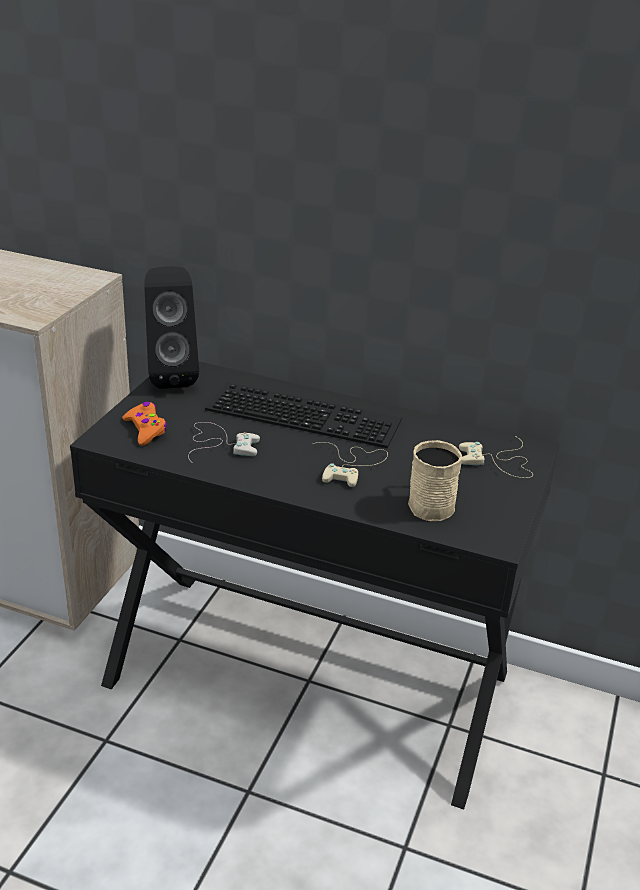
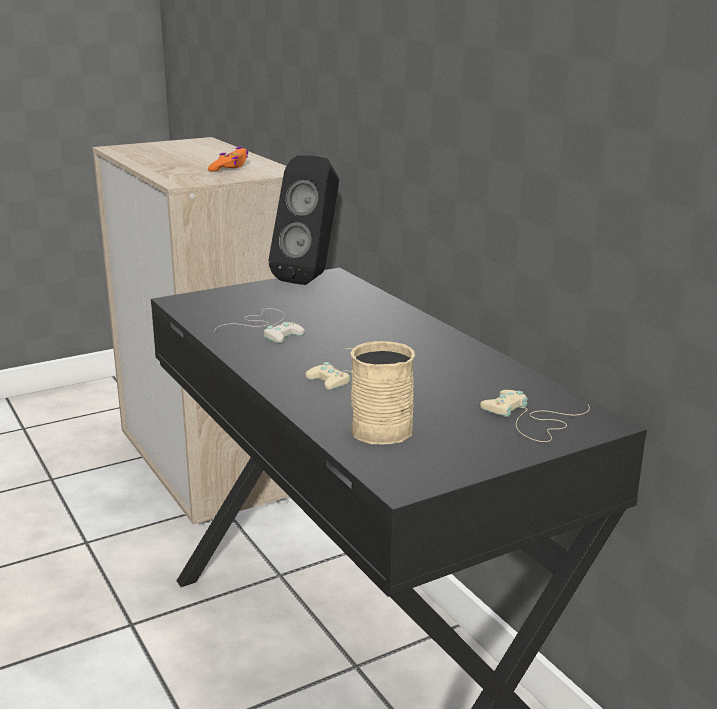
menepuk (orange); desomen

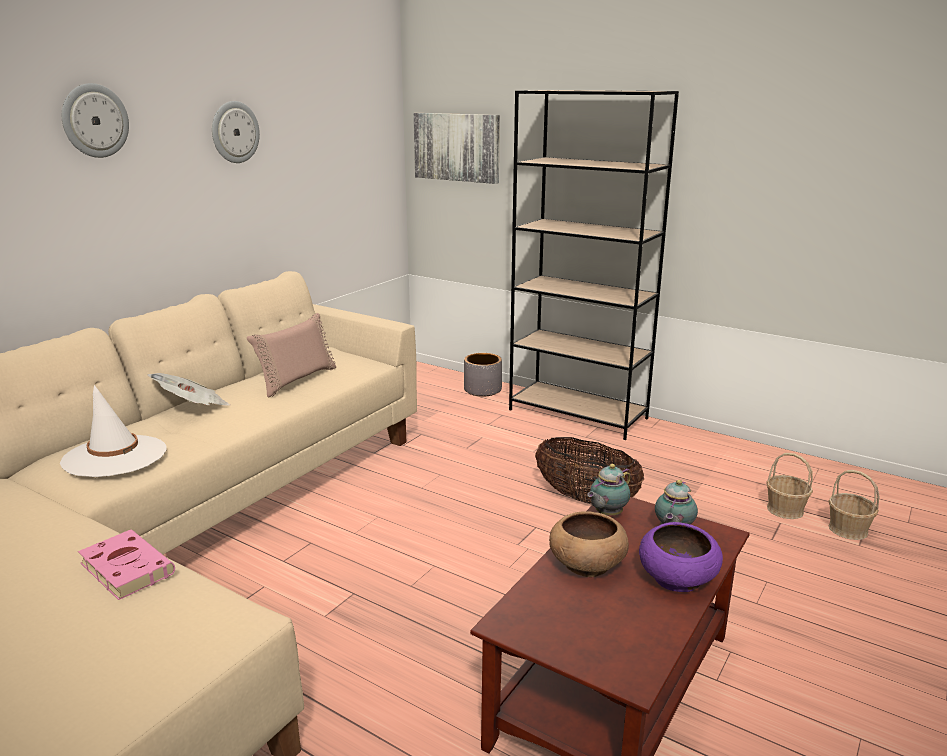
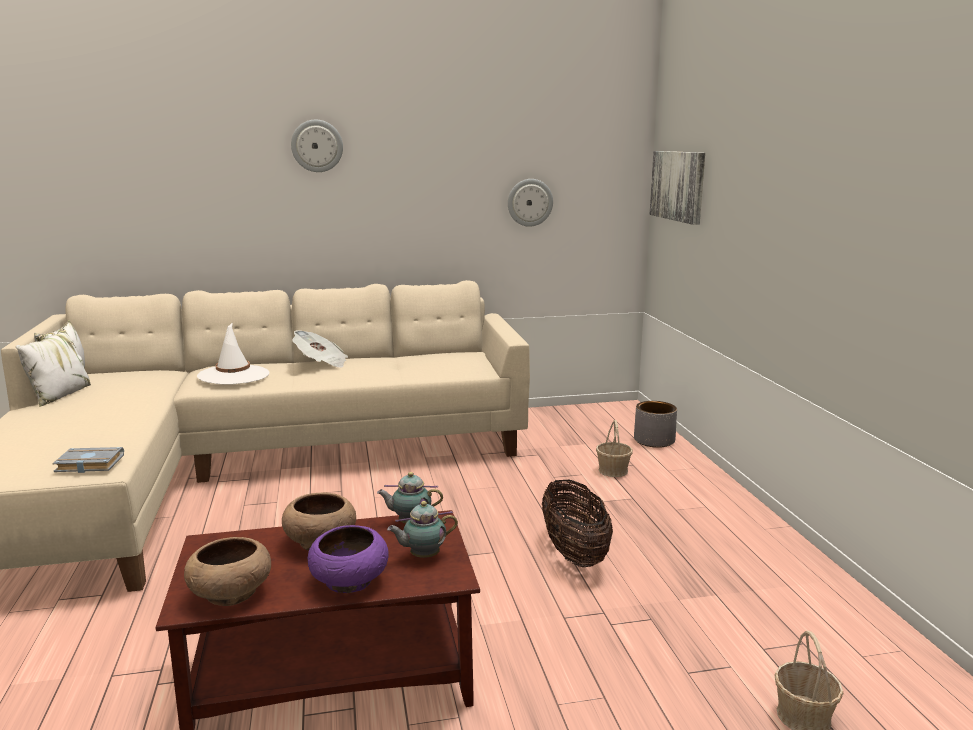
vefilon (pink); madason (2nd from left); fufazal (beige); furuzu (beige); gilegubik (2nd from left); vefilon (grey); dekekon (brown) (1st from left)

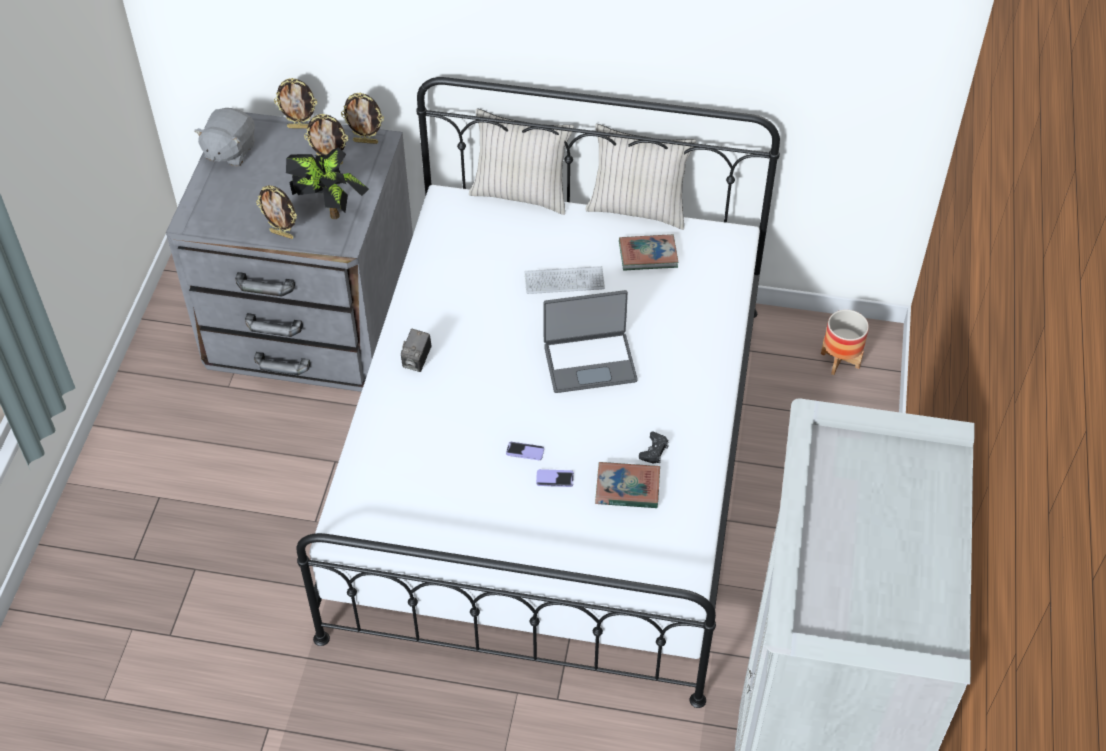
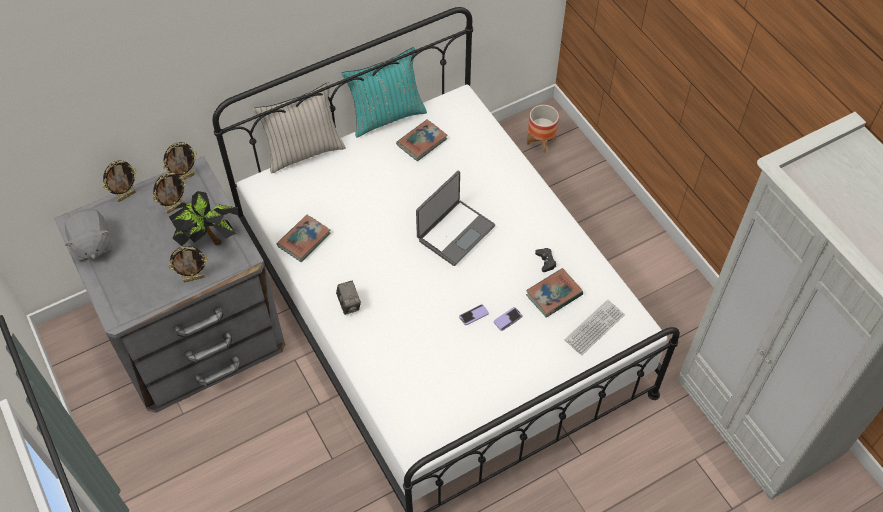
desomen; fufazal (turquoise); vefilon (1st from left)

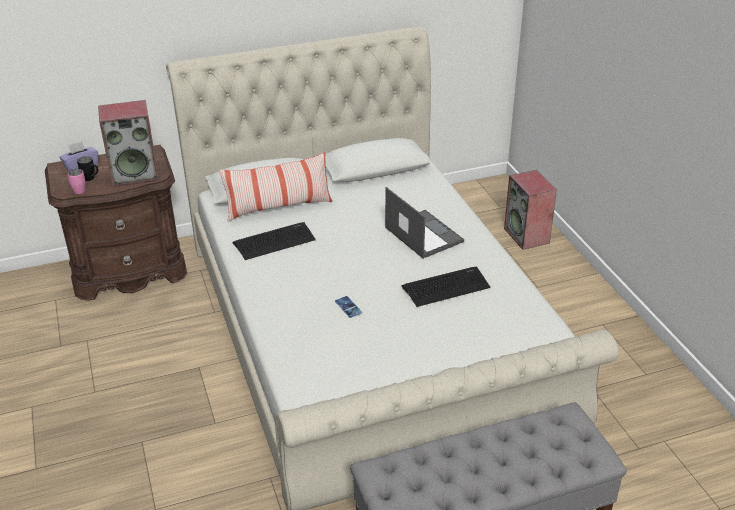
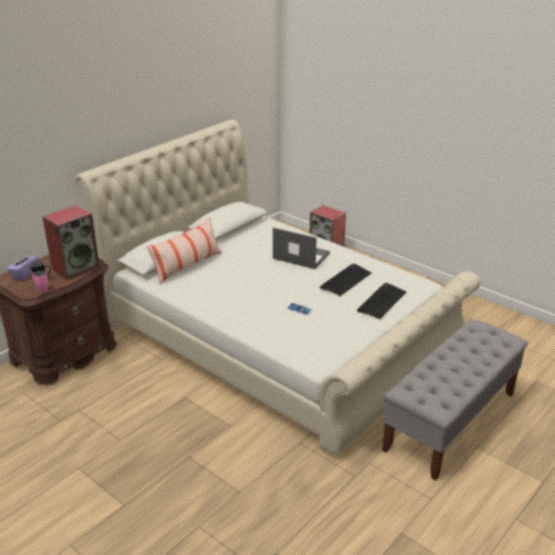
desomen (2nd from left)

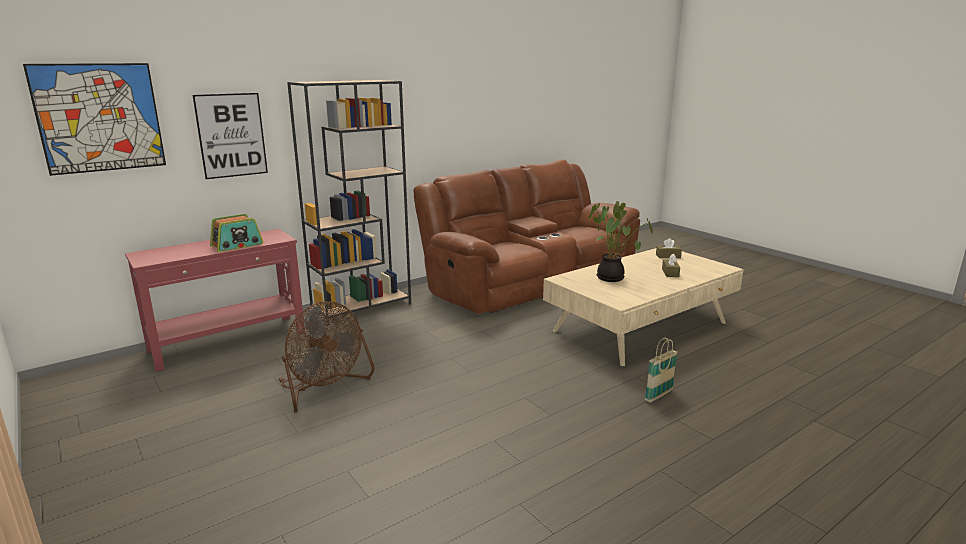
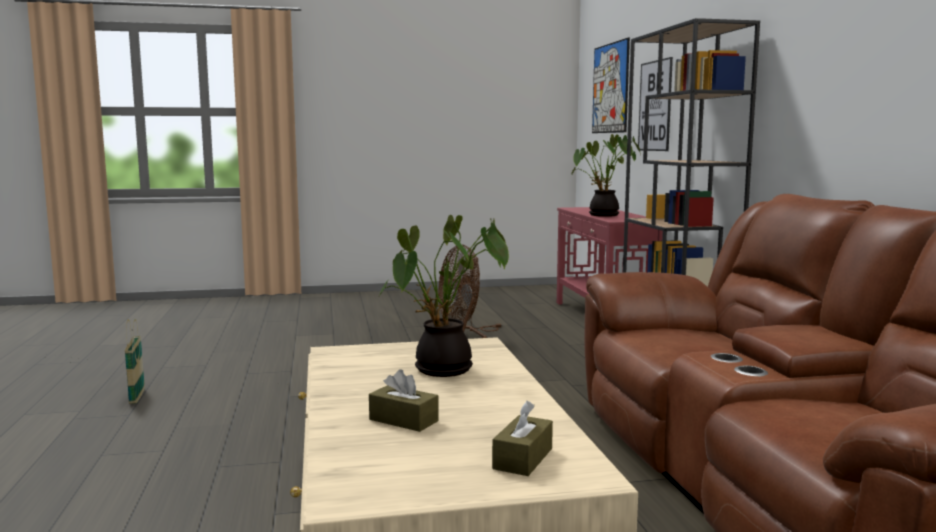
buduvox (2nd from left); gilegubik

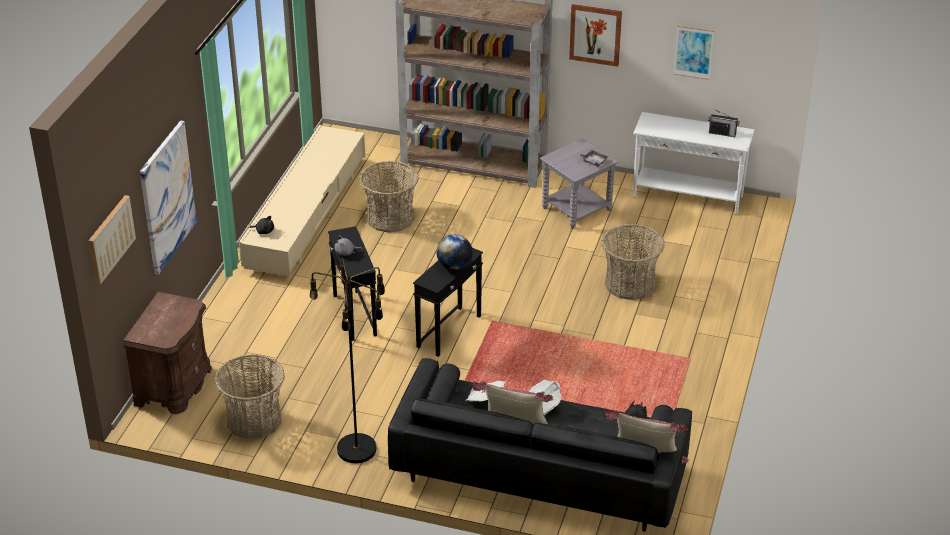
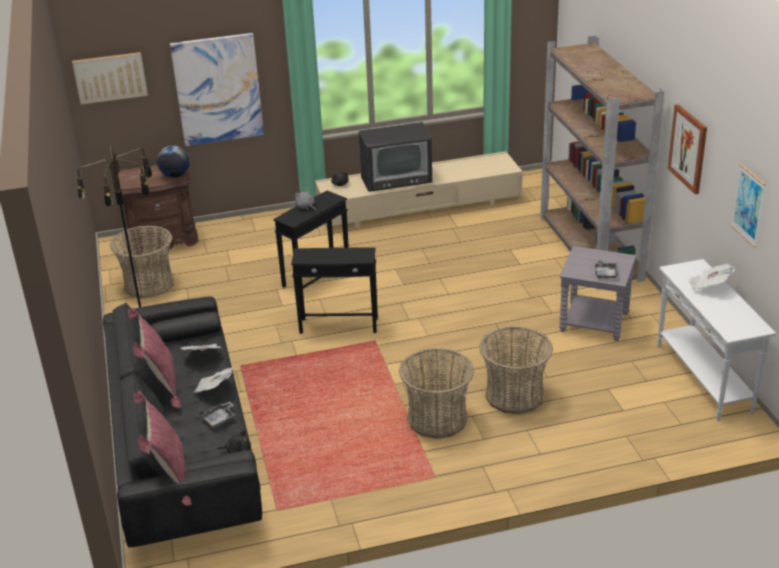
gilegubik (2nd from left); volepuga; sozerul; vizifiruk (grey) (1st from left); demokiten; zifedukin (3rd from left)

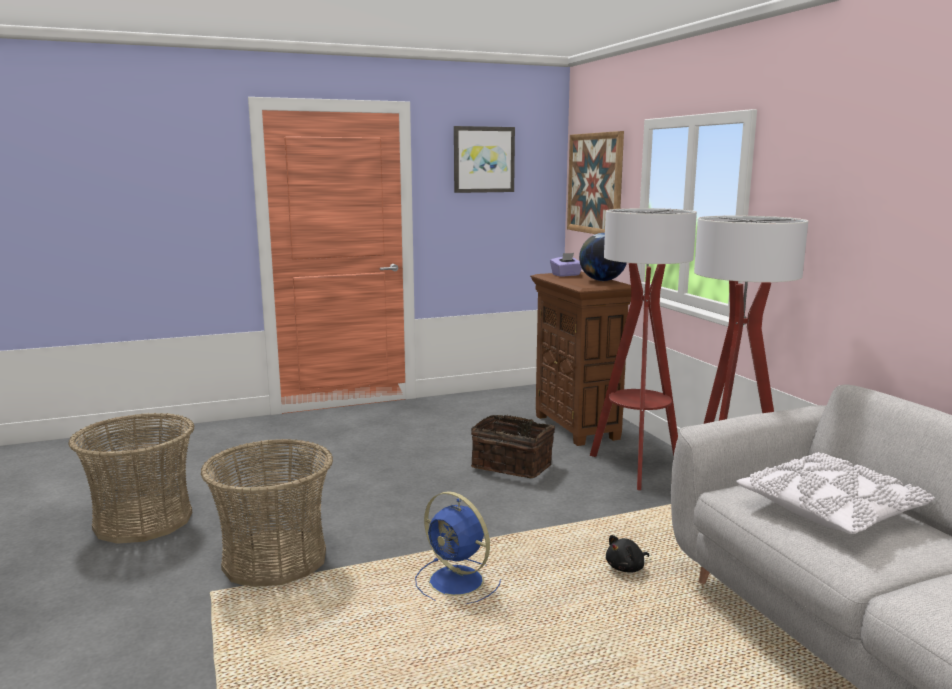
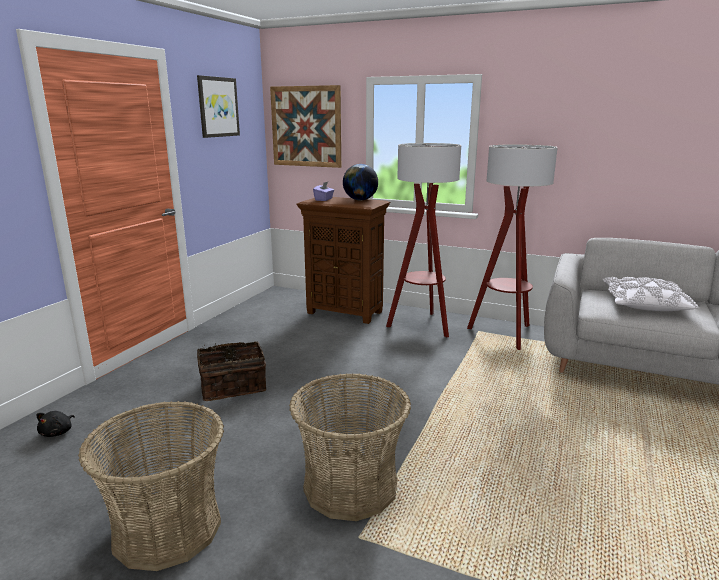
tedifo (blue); gilegubik (2nd from left); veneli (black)

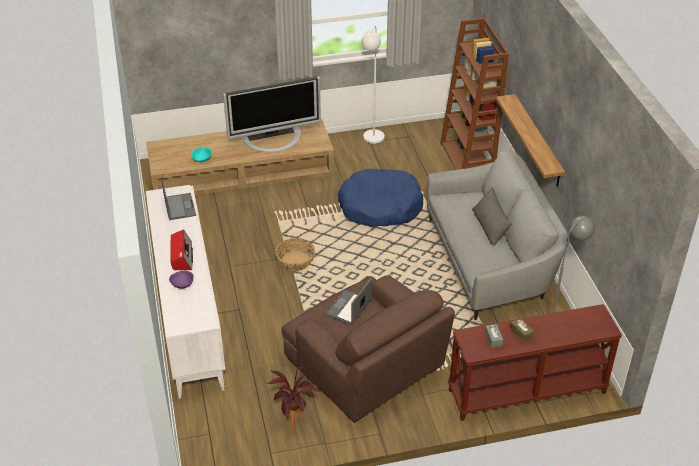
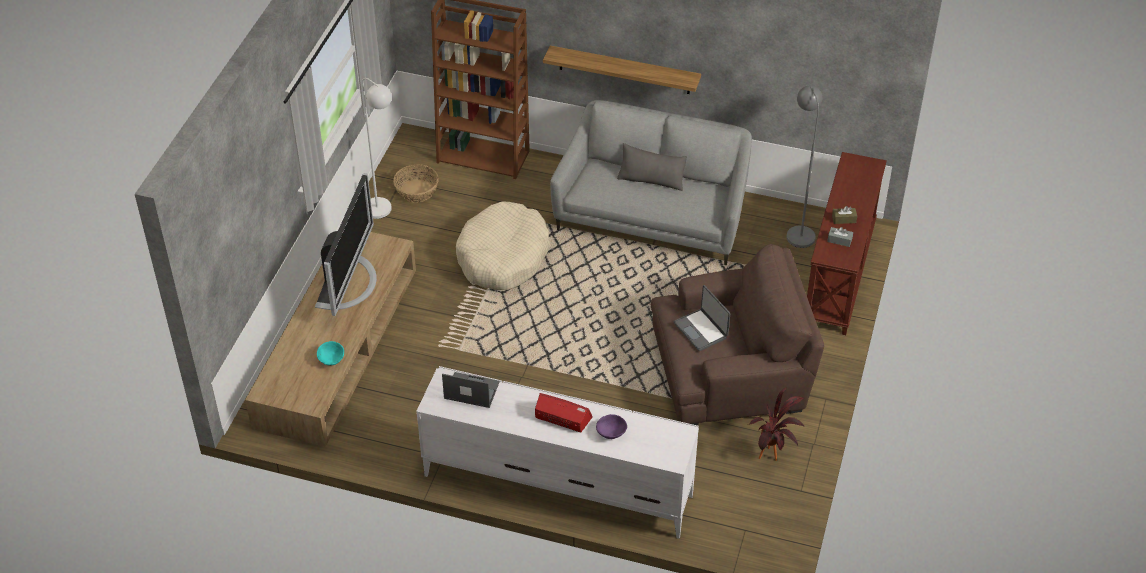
gilegubik; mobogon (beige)

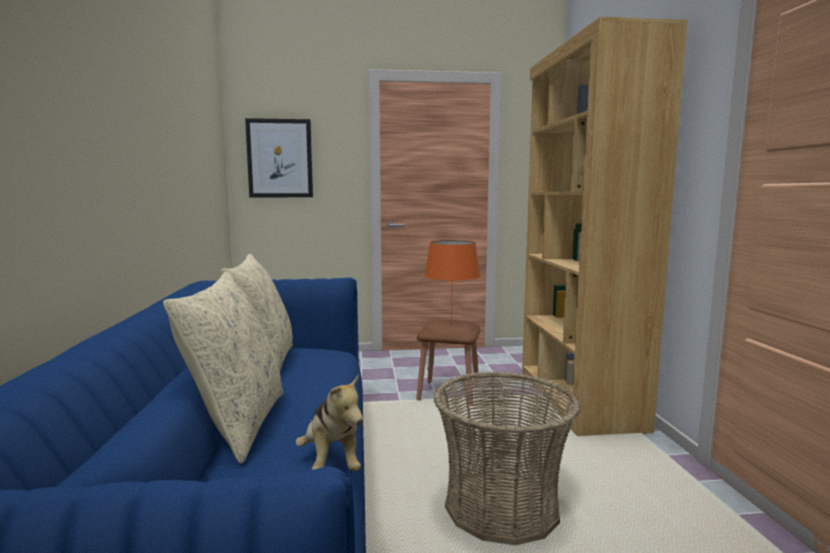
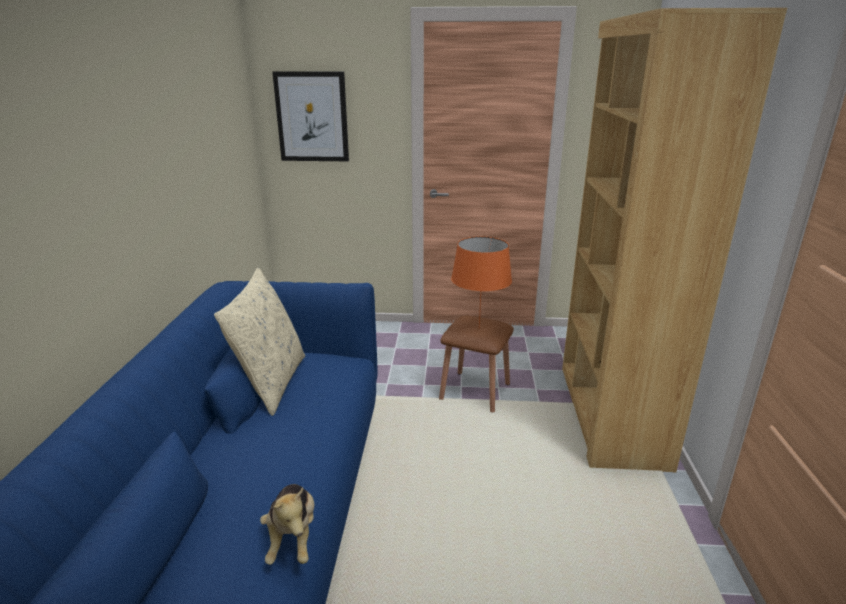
fufazal (beige) (1st from left in the first image); gilegubik

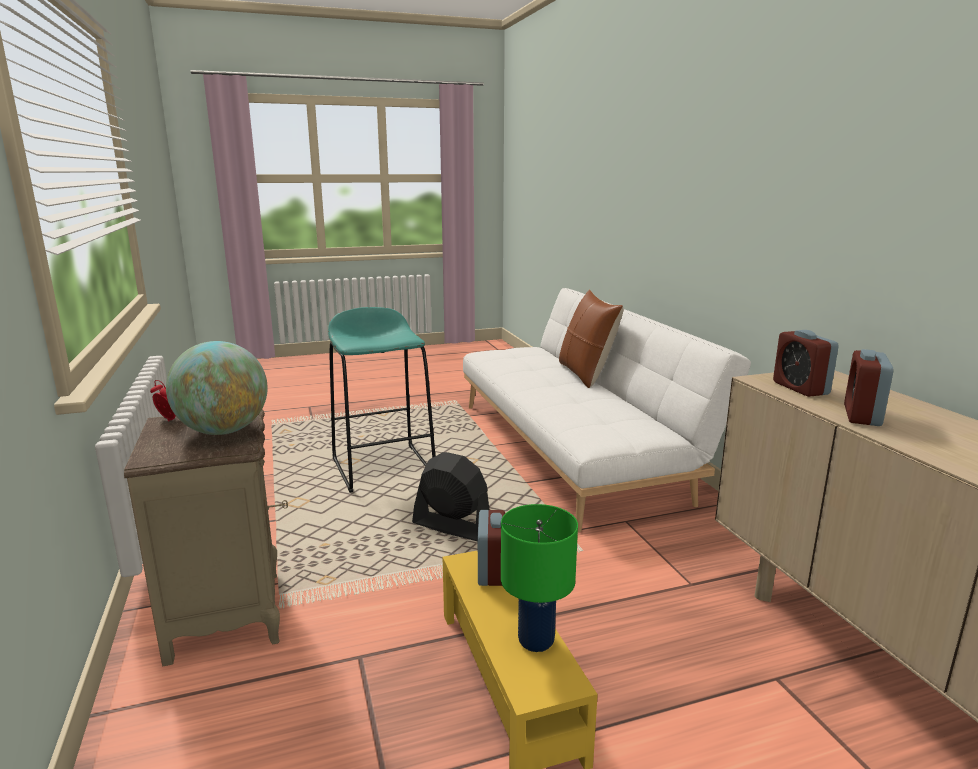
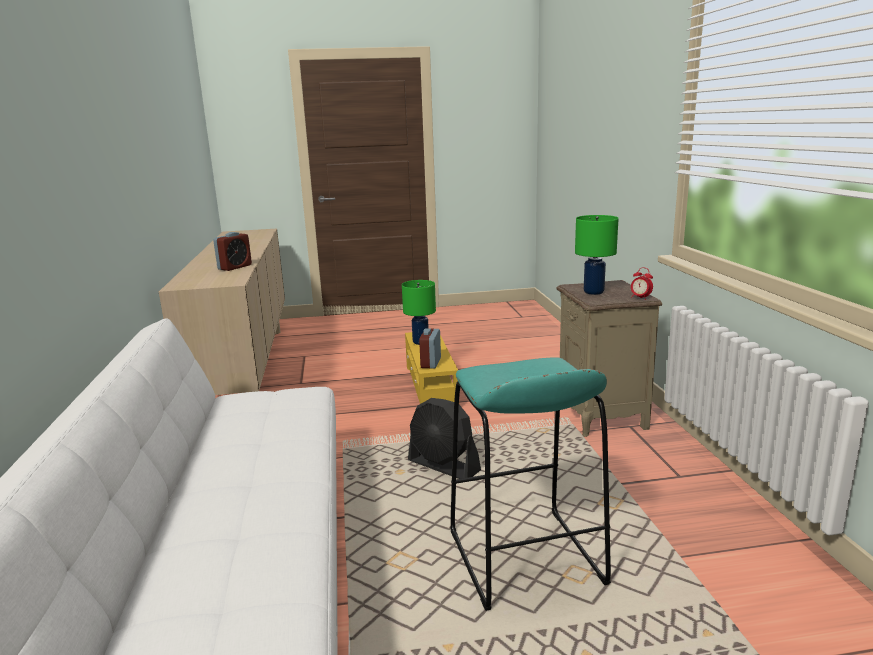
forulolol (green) (2nd from left); fufazal (brown); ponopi (3rd from left in the first image)

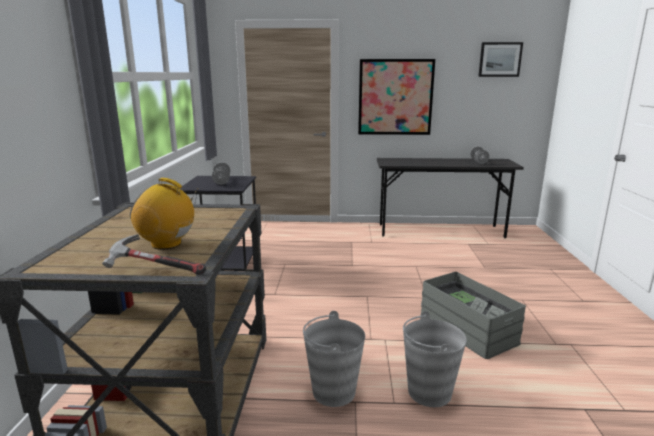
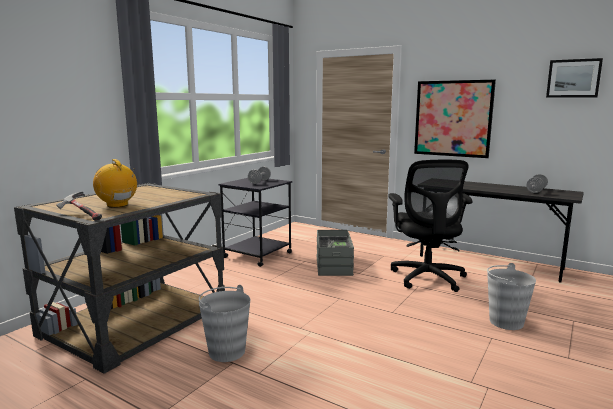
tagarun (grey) (2nd from left); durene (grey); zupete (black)

